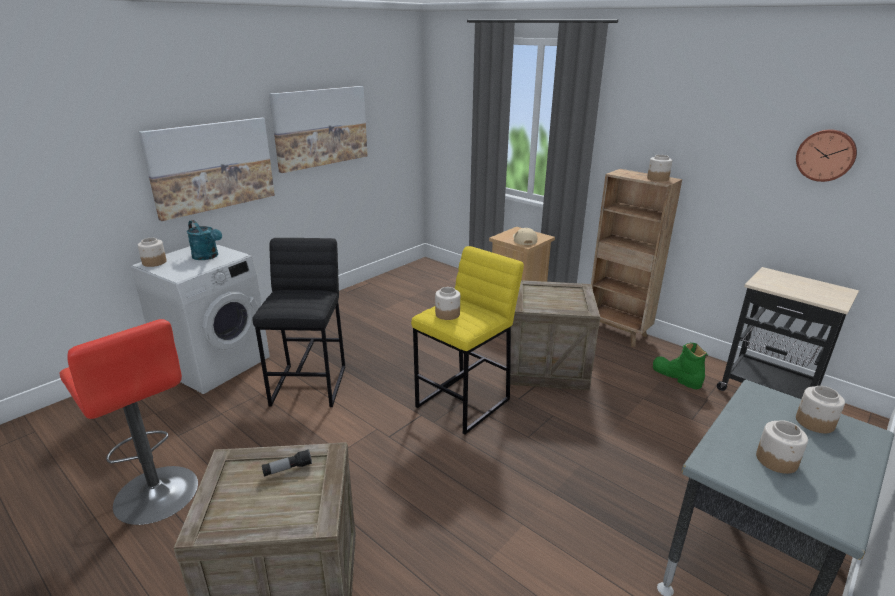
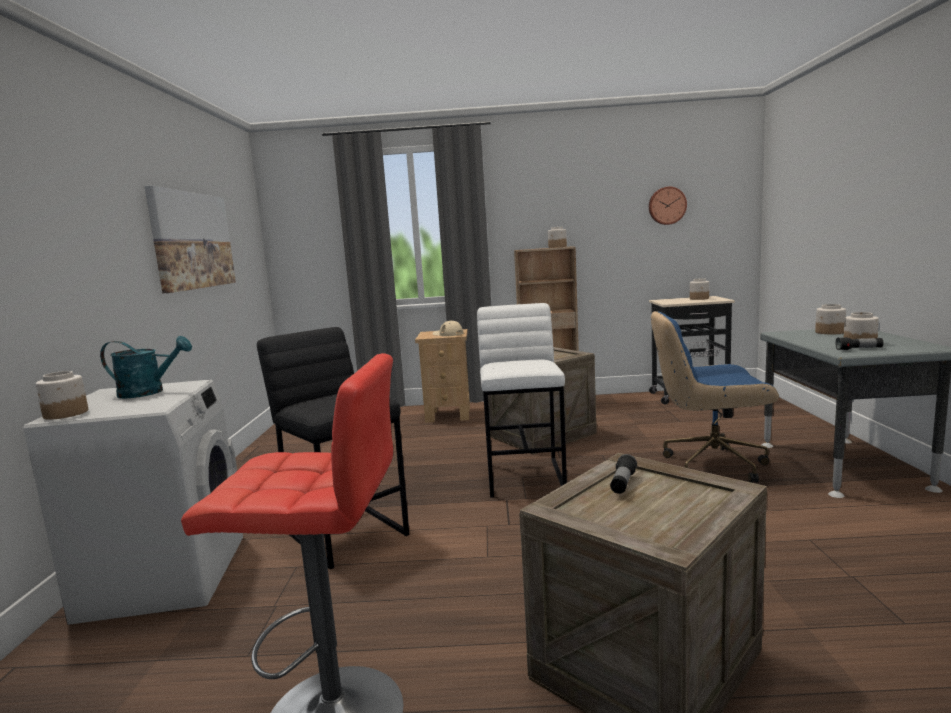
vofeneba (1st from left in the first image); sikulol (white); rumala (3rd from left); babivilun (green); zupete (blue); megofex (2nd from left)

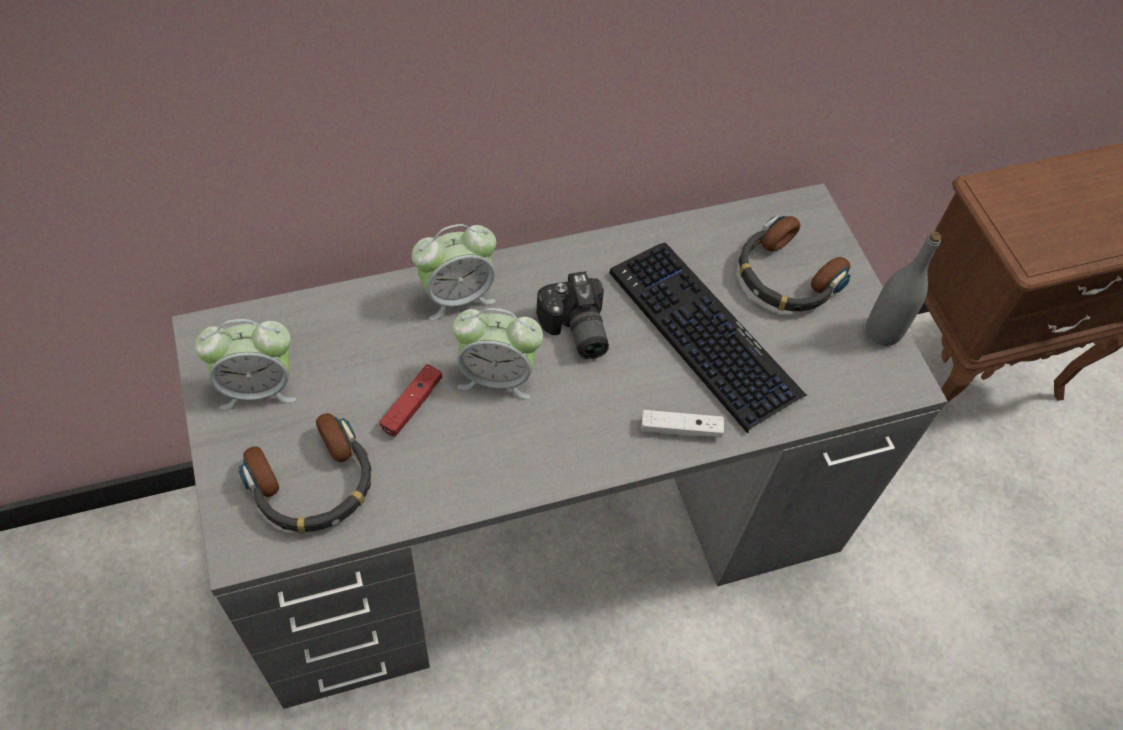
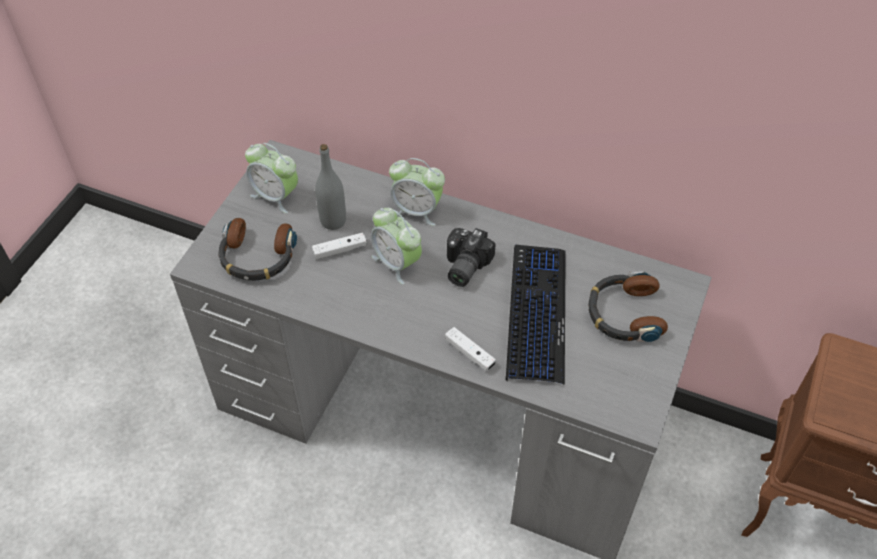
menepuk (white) (1st from left); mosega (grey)

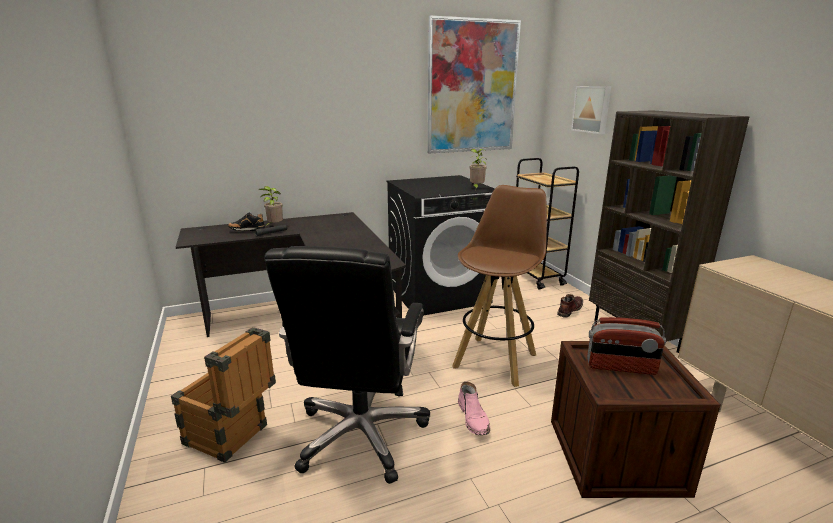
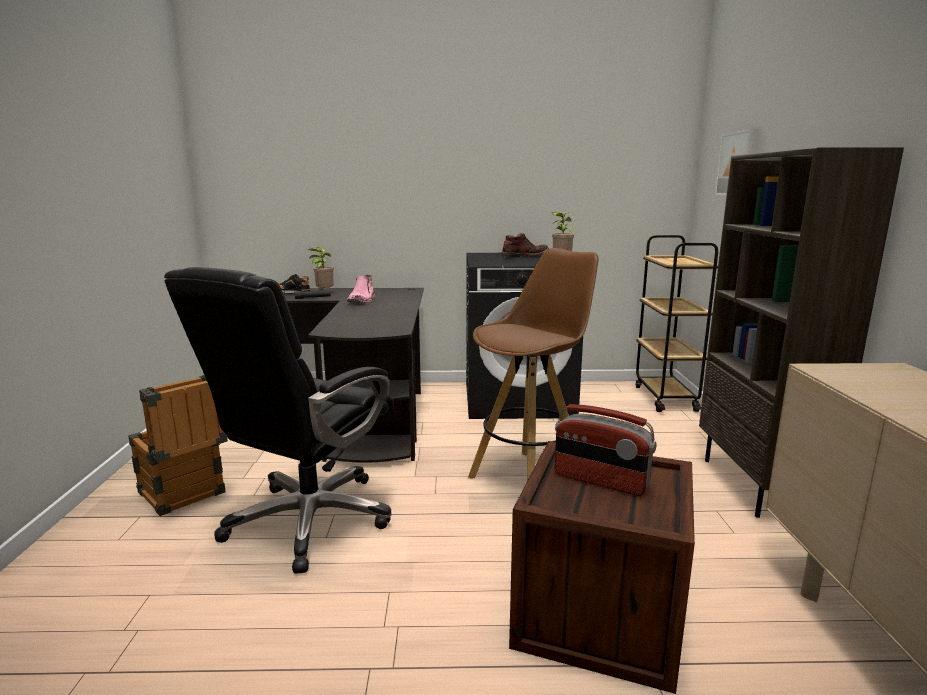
vofeneba (1st from left in the first image); babivilun (pink); babivilun (brown)

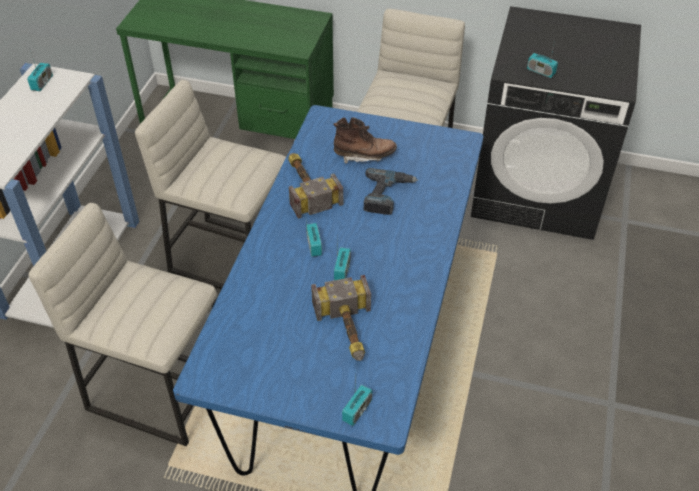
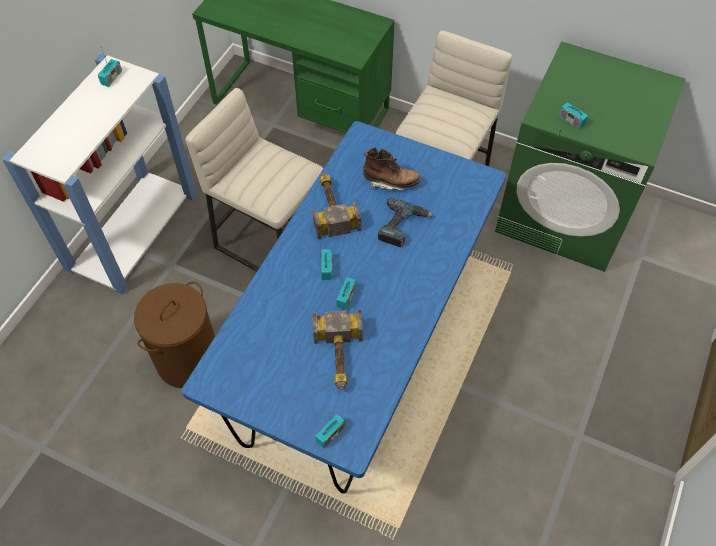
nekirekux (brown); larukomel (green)

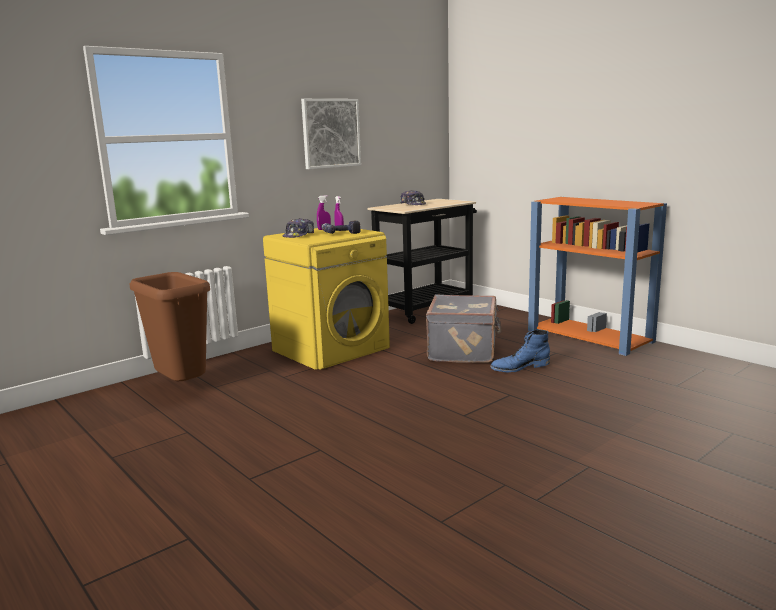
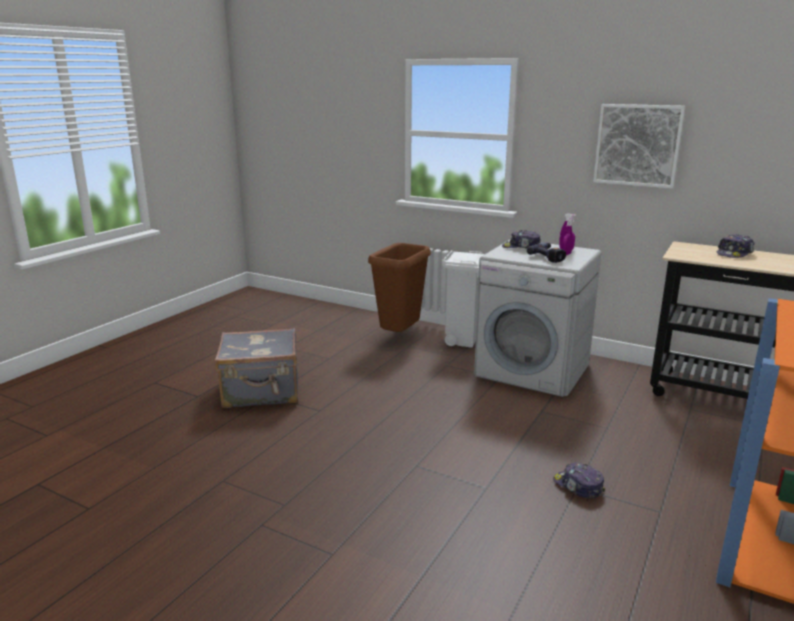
larukomel (white); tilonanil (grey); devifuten (2nd from left); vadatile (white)

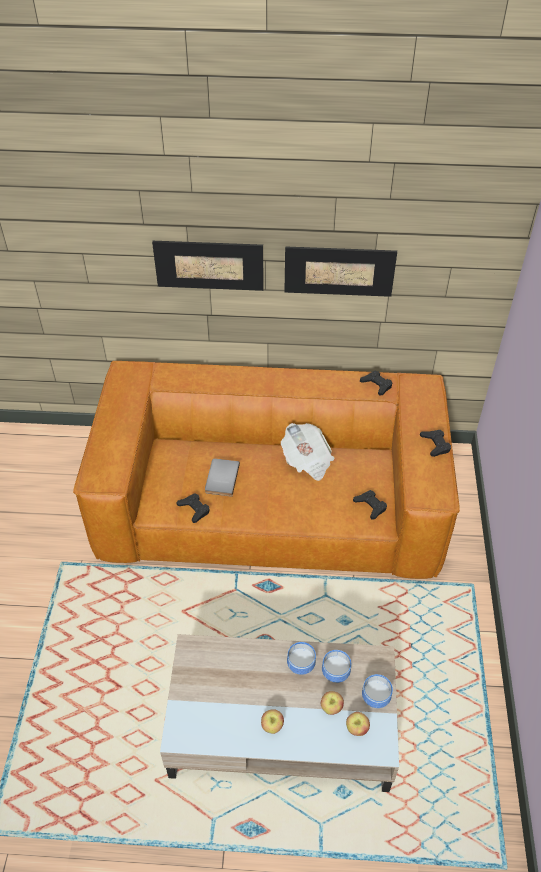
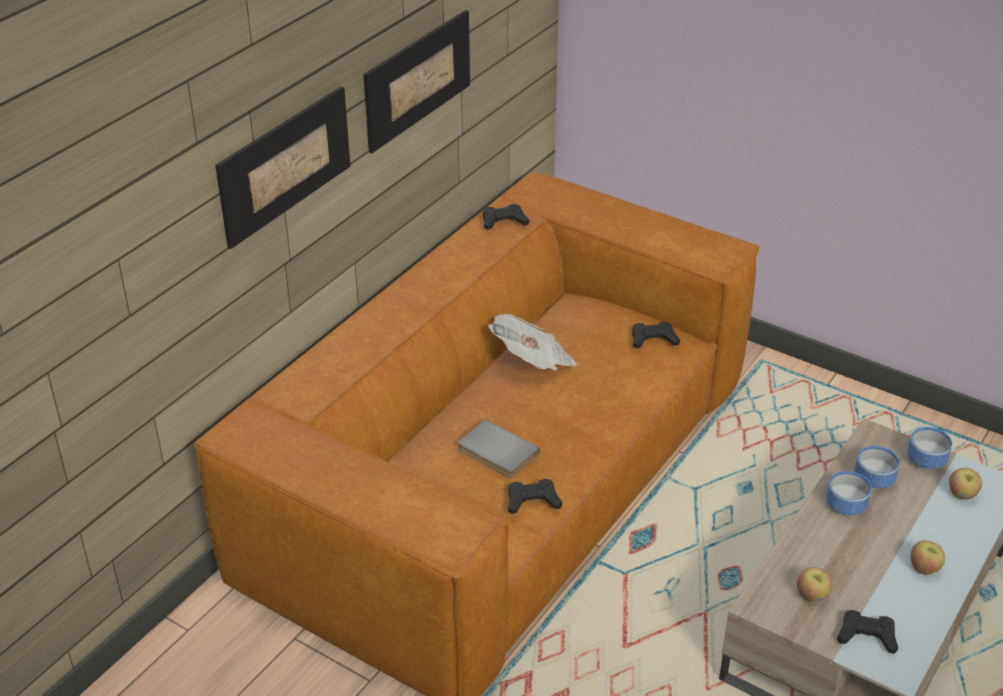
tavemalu (1st from left); menepuk (black) (4th from left)

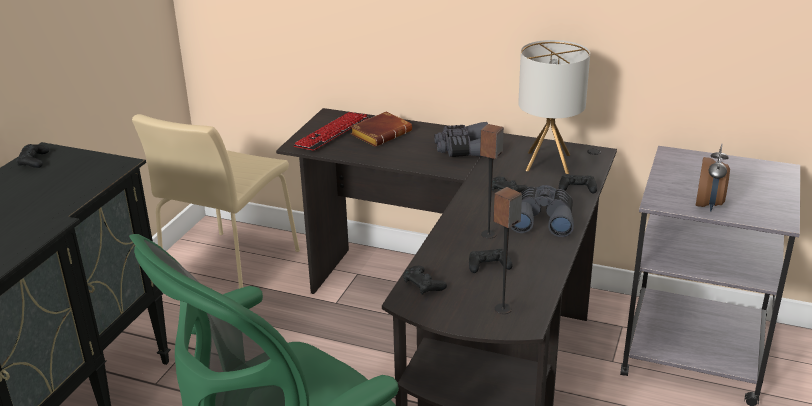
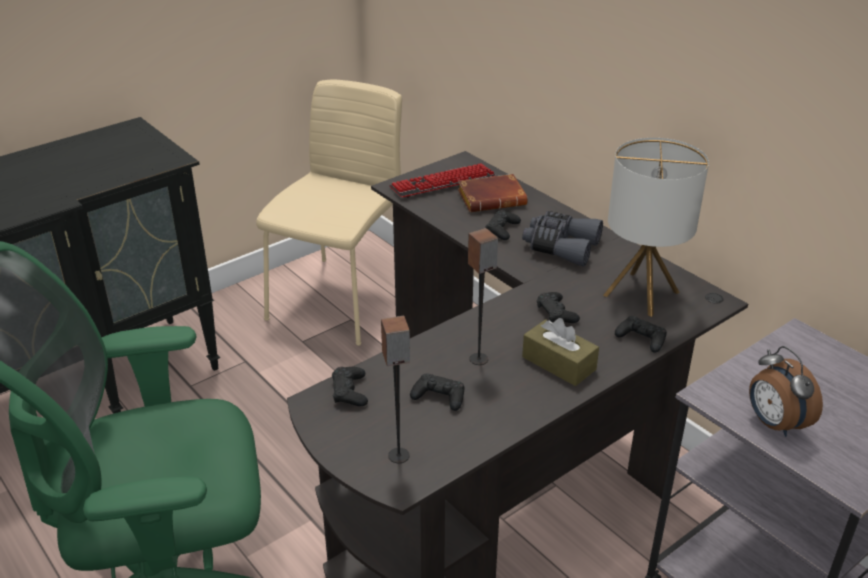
menepuk (black) (3rd from left); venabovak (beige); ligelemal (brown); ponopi

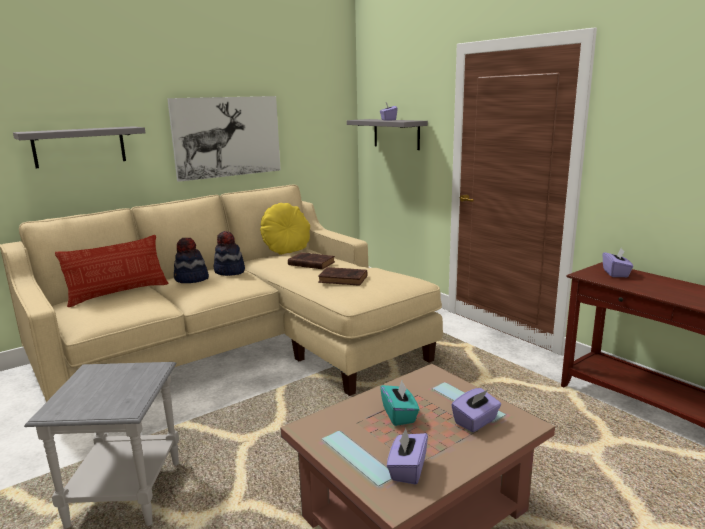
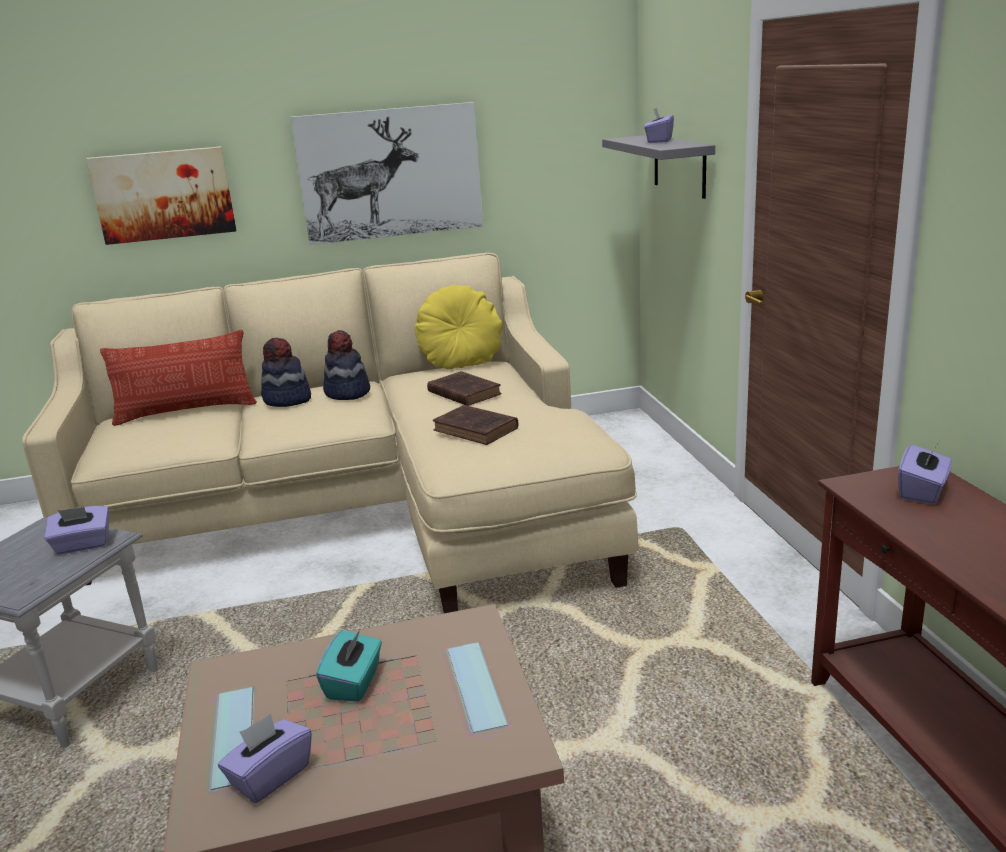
vofeneba (1st from left); ligelemal (purple) (1st from left)

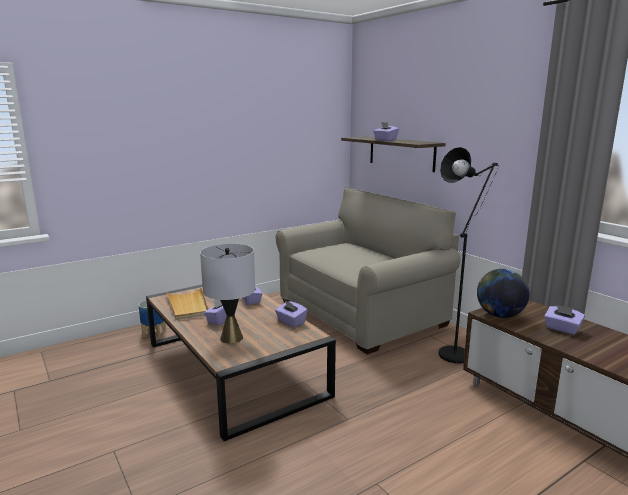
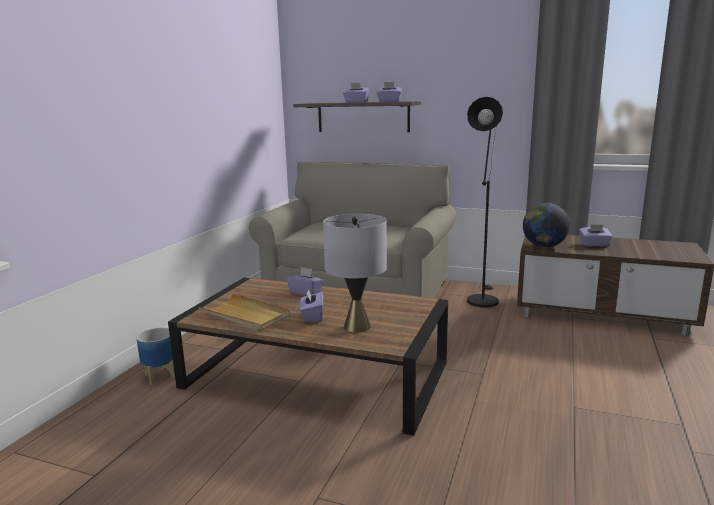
ligelemal (purple) (4th from left)

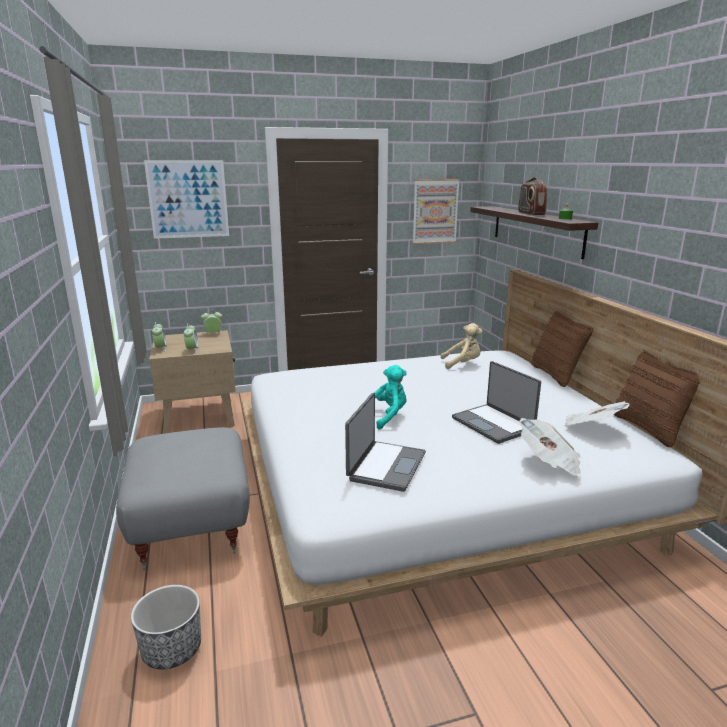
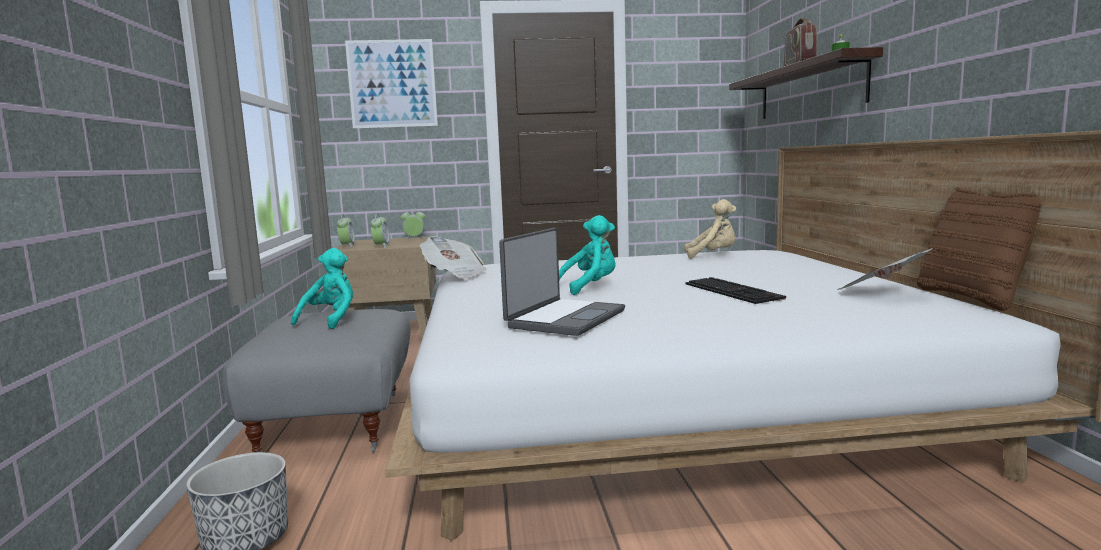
vofeneba (2nd from left in the first image); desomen; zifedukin (1st from left); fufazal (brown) (1st from left in the first image); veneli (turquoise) (1st from left)

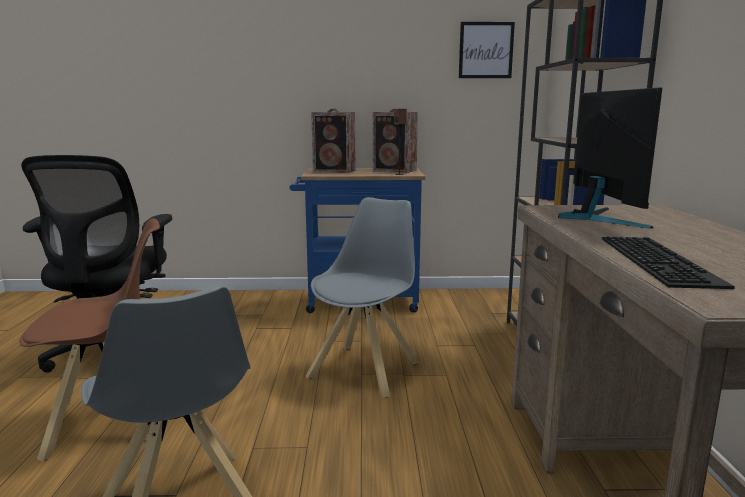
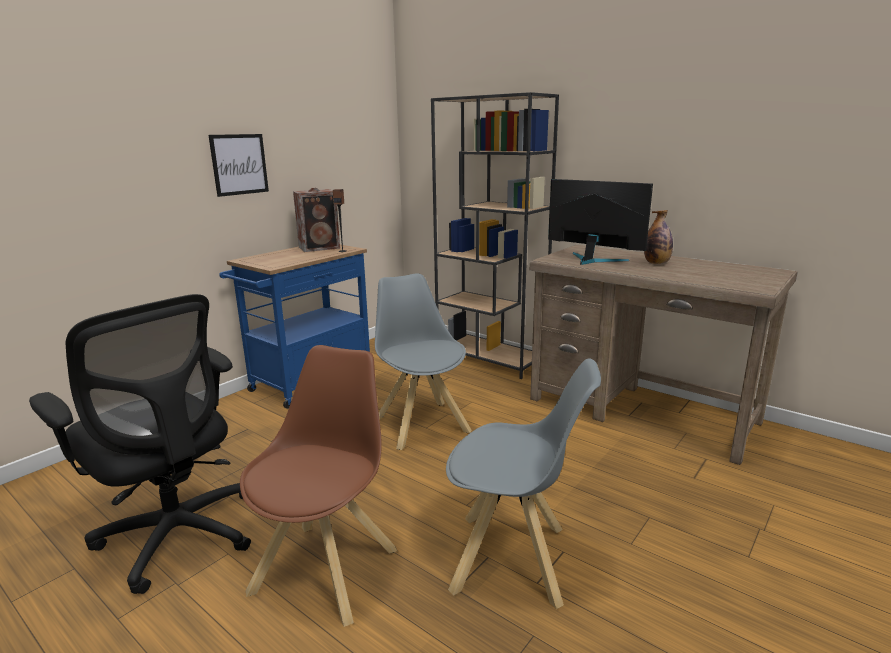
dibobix (1st from left in the first image); vofeneba; desomen; mosega

